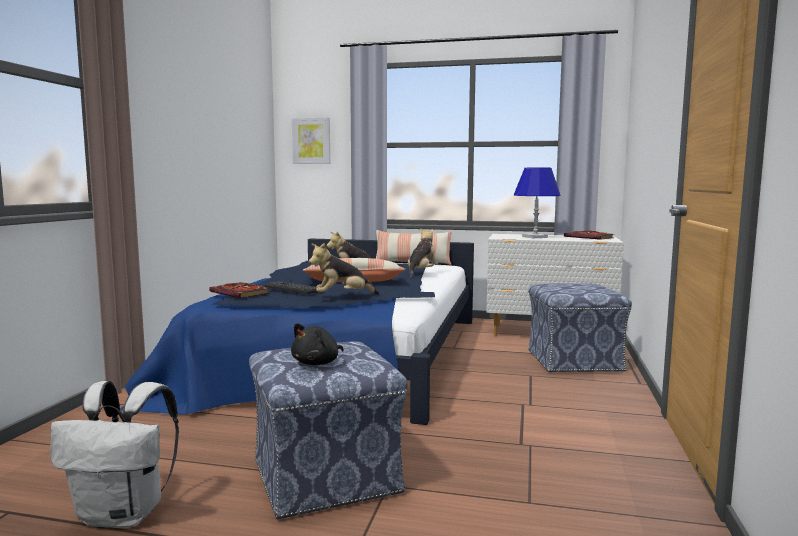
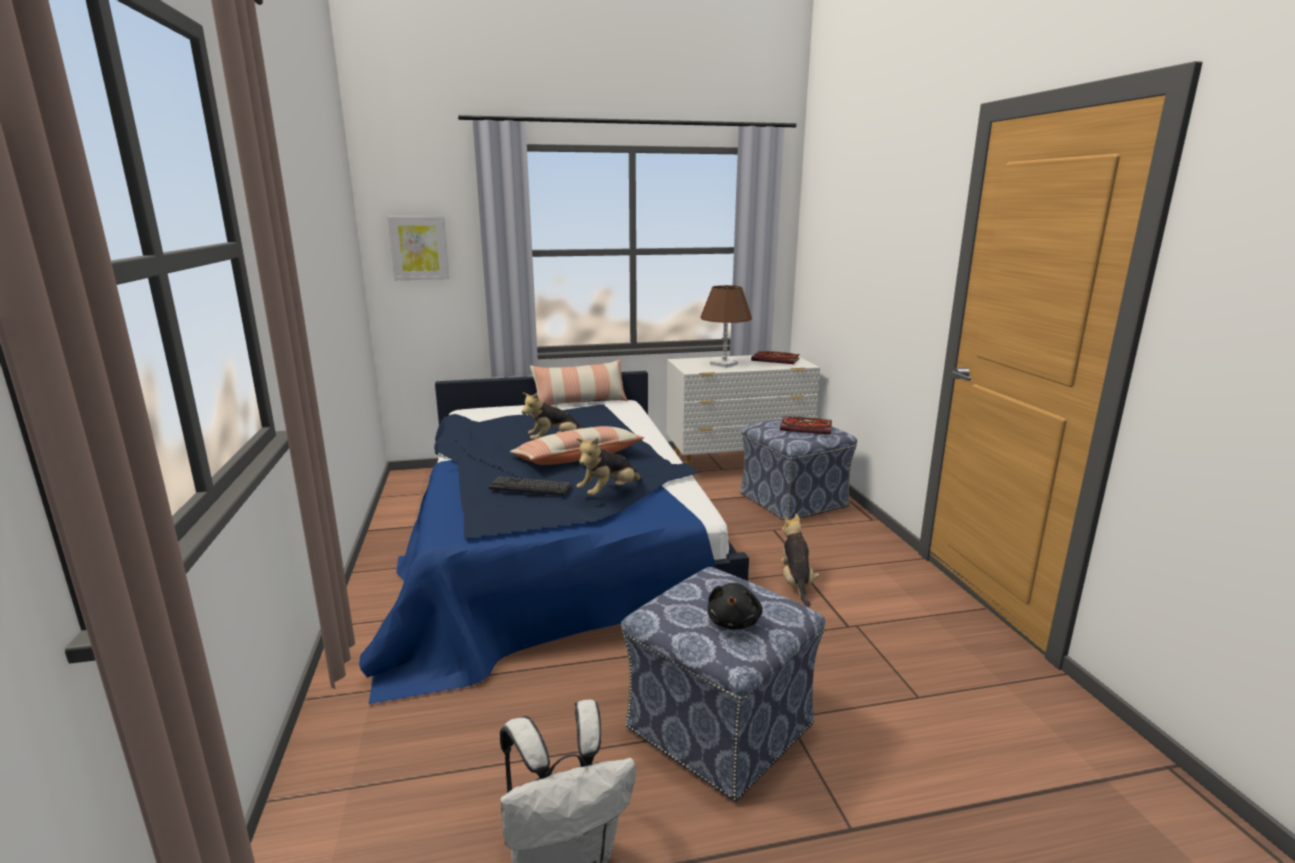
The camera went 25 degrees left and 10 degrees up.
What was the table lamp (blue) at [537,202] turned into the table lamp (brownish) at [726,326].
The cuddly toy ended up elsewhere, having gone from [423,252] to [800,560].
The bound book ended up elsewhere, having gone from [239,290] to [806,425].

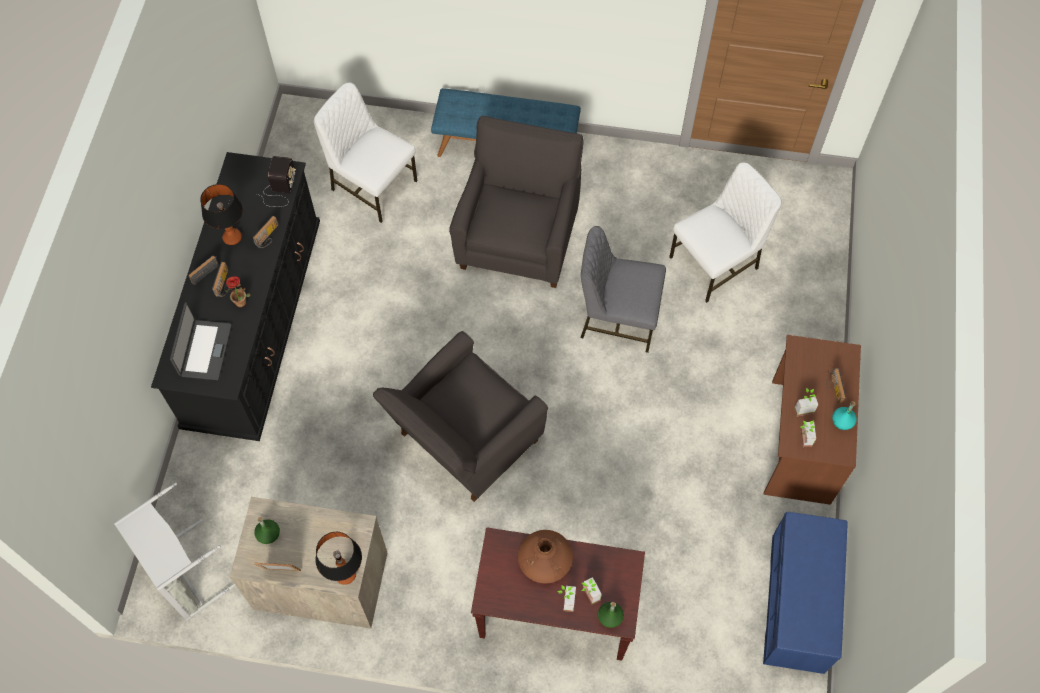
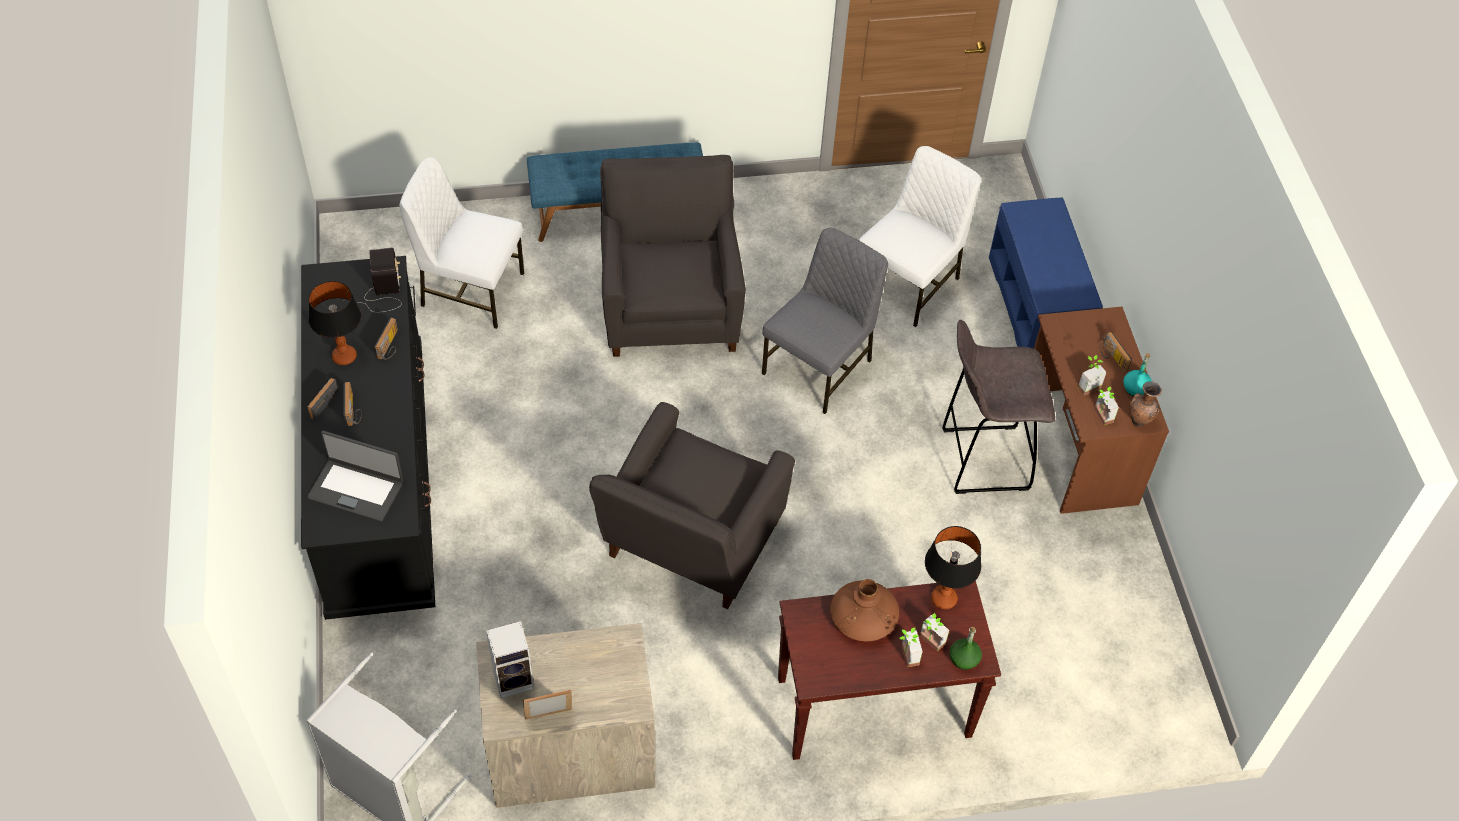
The camera went 20 degrees left and 10 degrees down.
The chair (greyish) at [623,289] ended up facing another way, 135 degrees clockwise from before.
The second view lost the houseplant at [238,291].
The portable computer at [201,341] ended up facing another way, 120 degrees clockwise from before.
The indoor bench (blue) ended up elsewhere, having gone from [805,593] to [1046,273].
Where the bottle (green) stood at [267,530], the loudspeaker came to stand at [510,659].
The table lamp ended up elsewhere, having gone from [339,558] to [953,567].
The second view gained the stool (greyish) at [998,407].
The second view gained the decorative vase (brownish) at [1145,404].

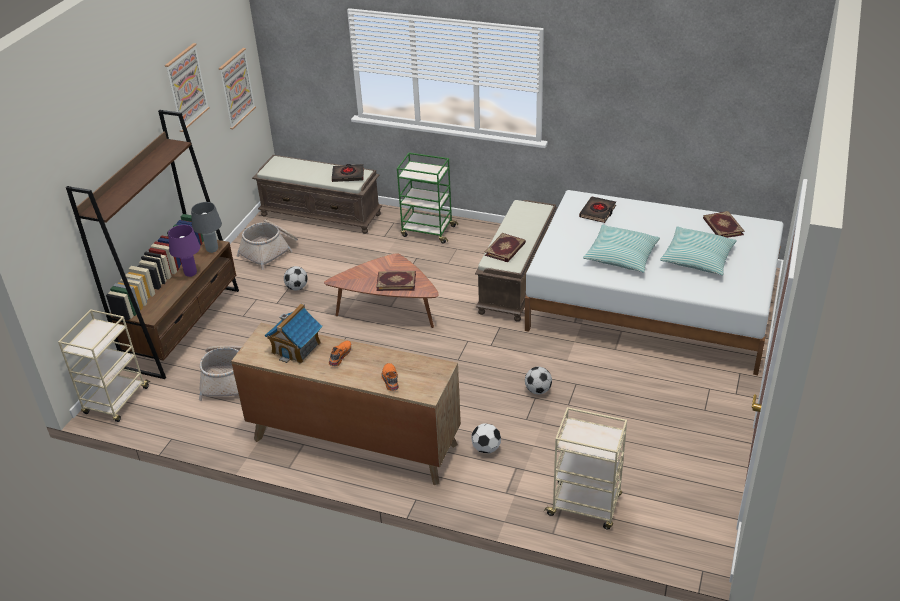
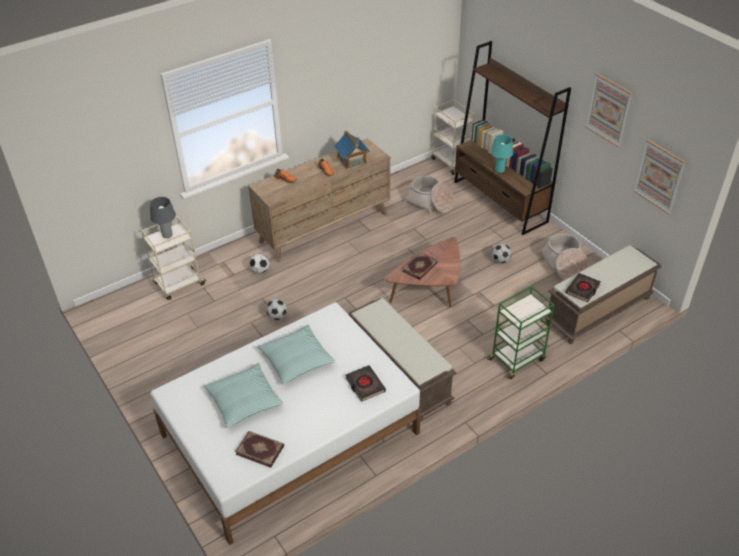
The camera went 125 degrees right and 5 degrees up.
The table lamp (greyish) ended up elsewhere, having gone from [206,227] to [163,217].
What was the table lamp (purple) at [184,251] turned into the table lamp (turquoise-coloured) at [502,153].
The second view lost the bound book at [505,247].

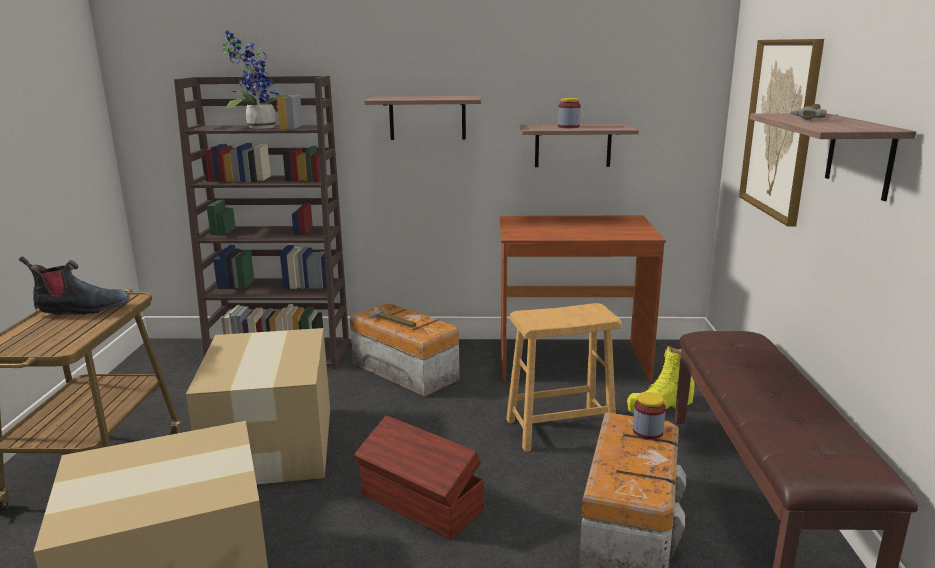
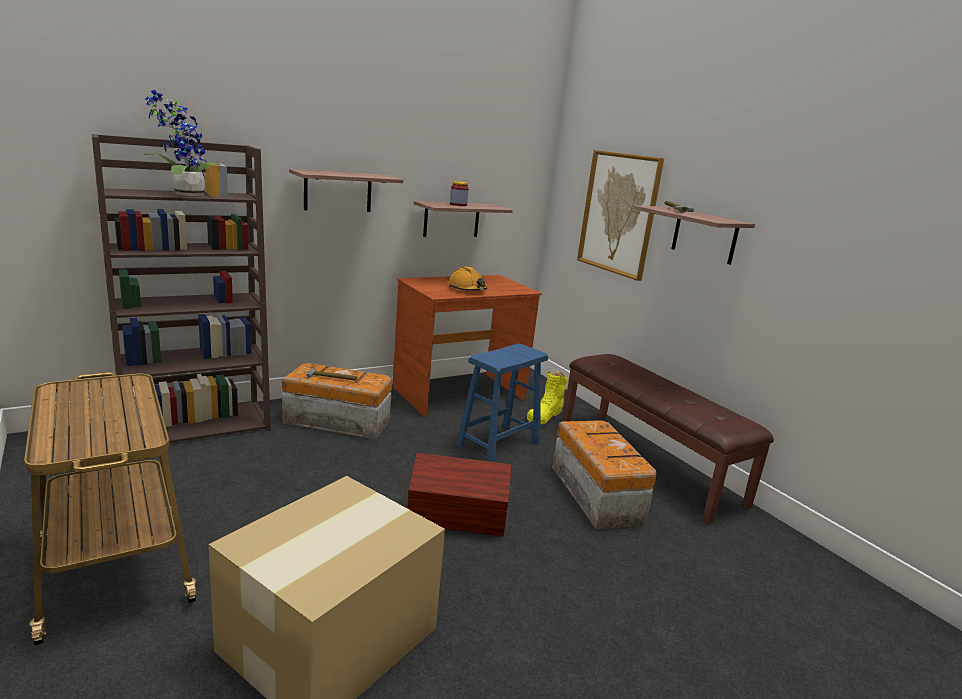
The camera went 35 degrees left and 0 degrees up.
The second view lost the tall boot at [74,285].
What was the stool (brownish) at [564,377] turned into the stool (blue) at [502,403].
The second view lost the carton at [258,406].
The second view lost the storage jar at [649,415].
The second view gained the safety helmet (orangey) at [467,278].

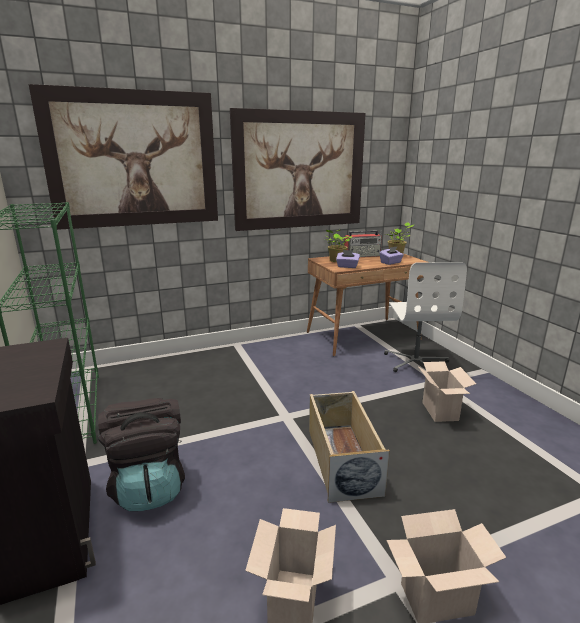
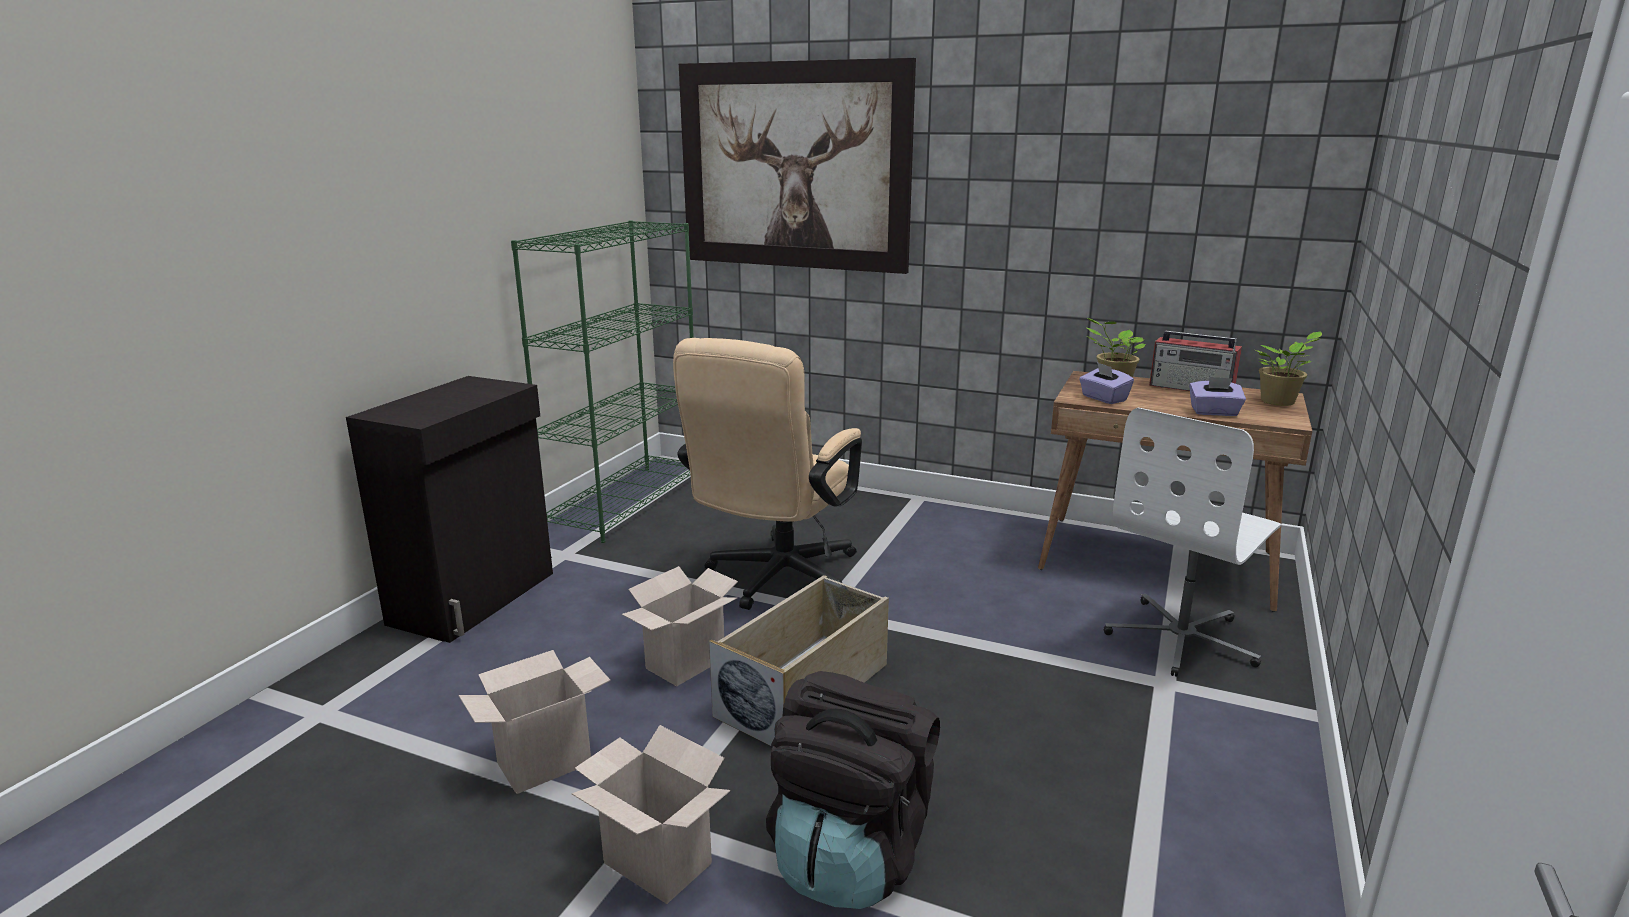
The camera went 45 degrees right and 0 degrees up.
The second view lost the wall picture at [298,169].
The carton ended up elsewhere, having gone from [447,391] to [680,626].
The rucksack (blackish) ended up elsewhere, having gone from [141,454] to [853,790].
The second view gained the computer chair (beige) at [767,474].

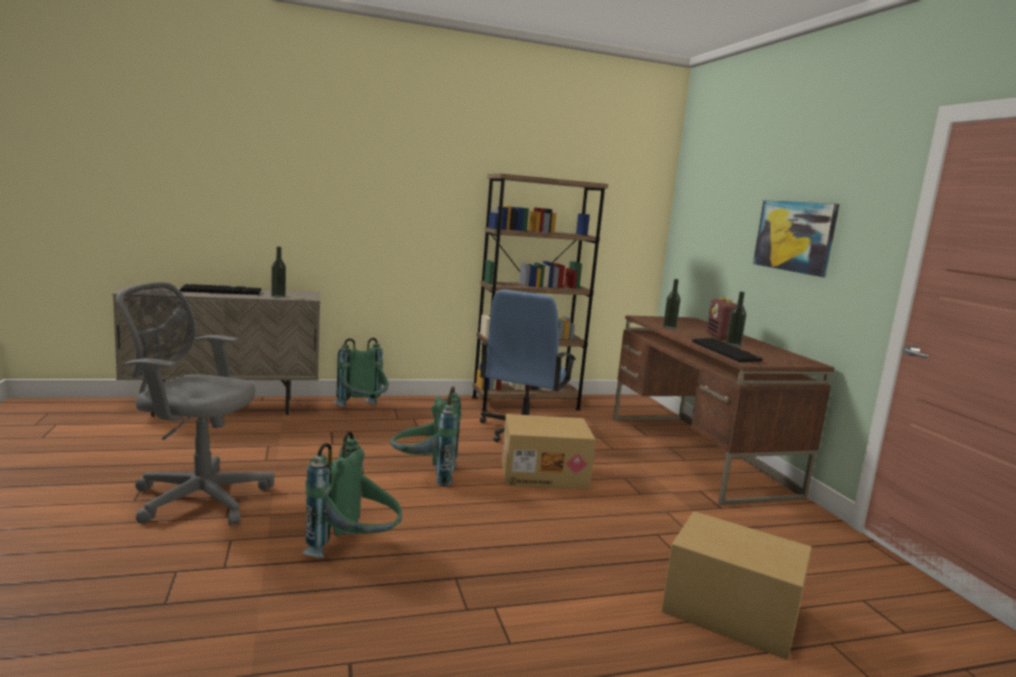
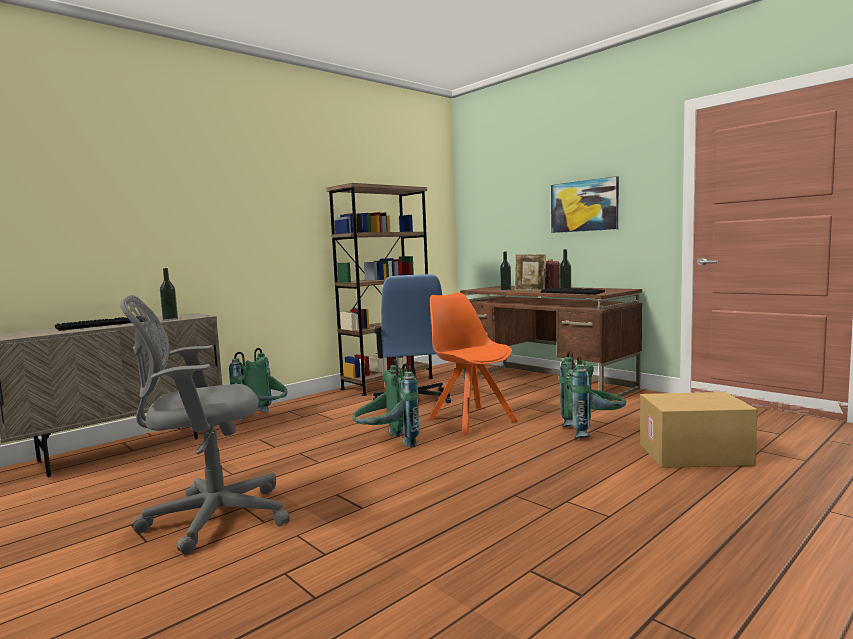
The camera went 25 degrees left and 5 degrees down.
Where the carton stood at [549,452], the chair (orangey) came to stand at [473,363].
The rucksack (green) ended up elsewhere, having gone from [352,494] to [592,394].
The second view gained the photo frame at [530,272].

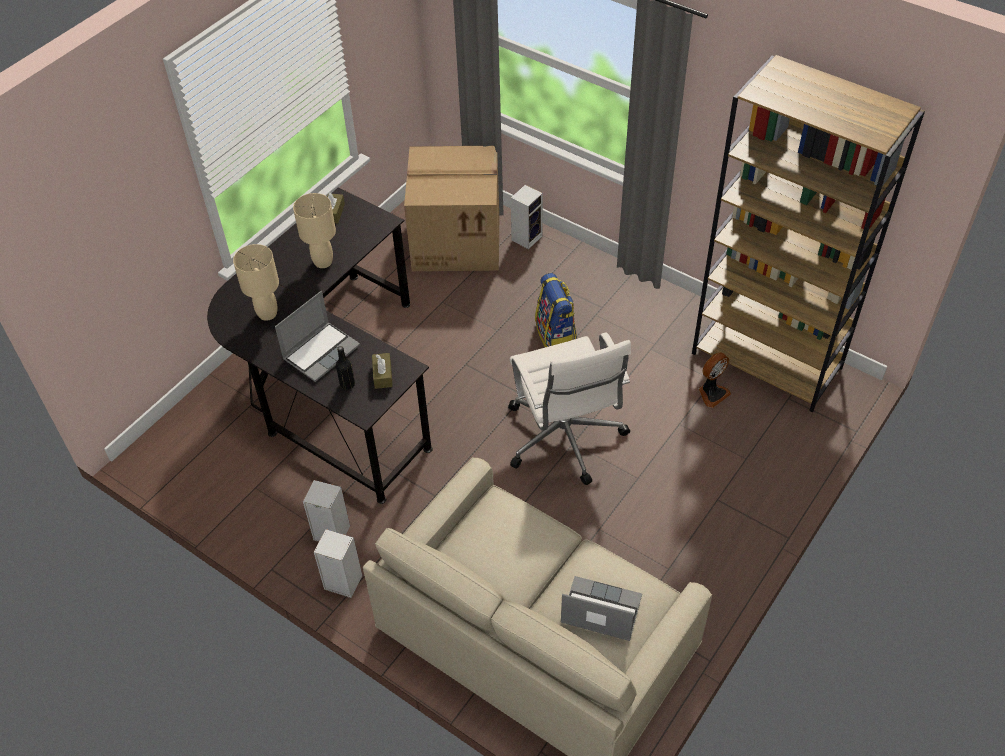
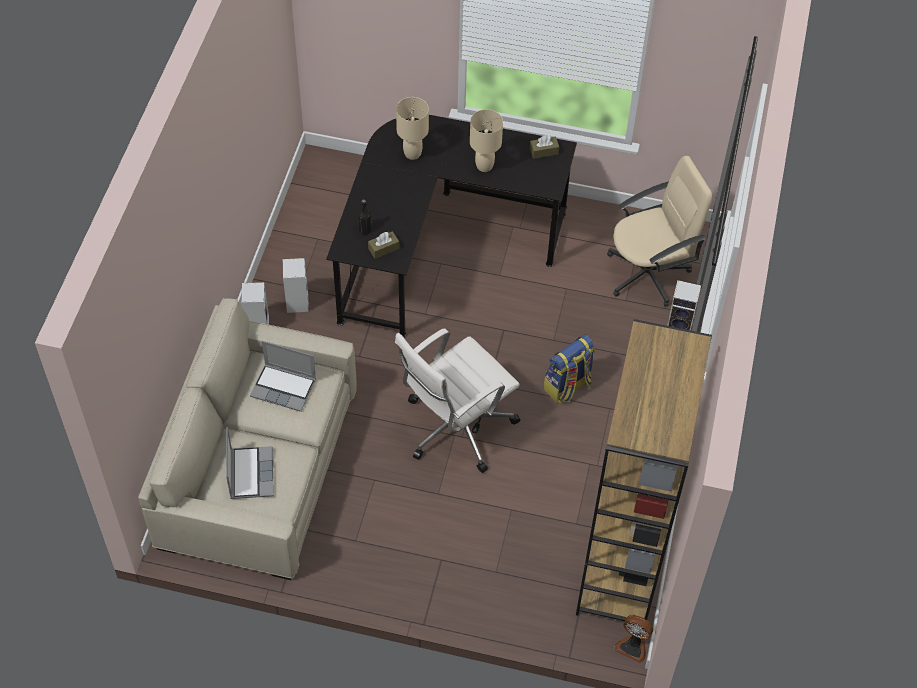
The camera went 65 degrees right and 5 degrees up.
Where the carton stood at [452,208], the computer chair (beige) came to stand at [659,231].
The portable computer ended up elsewhere, having gone from [317,336] to [283,376].
The cooling fan ended up elsewhere, having gone from [715,380] to [634,639].

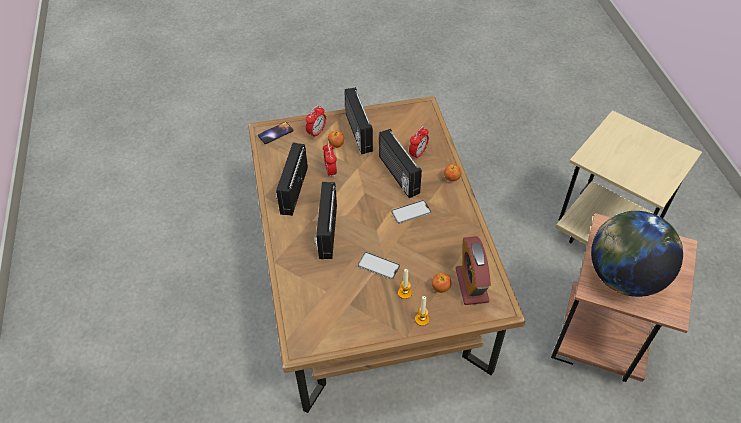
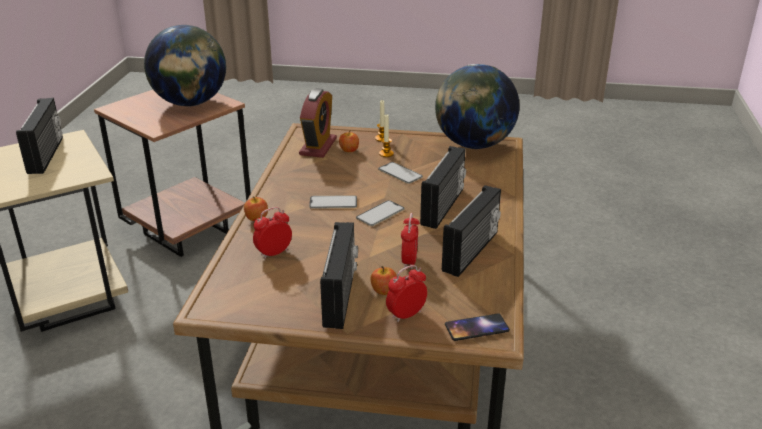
The camera went 160 degrees left and 20 degrees down.
The radio receiver ended up elsewhere, having gone from [400,163] to [39,136].
The second view gained the globe at [477,106].
The second view gained the phone at [380,213].

